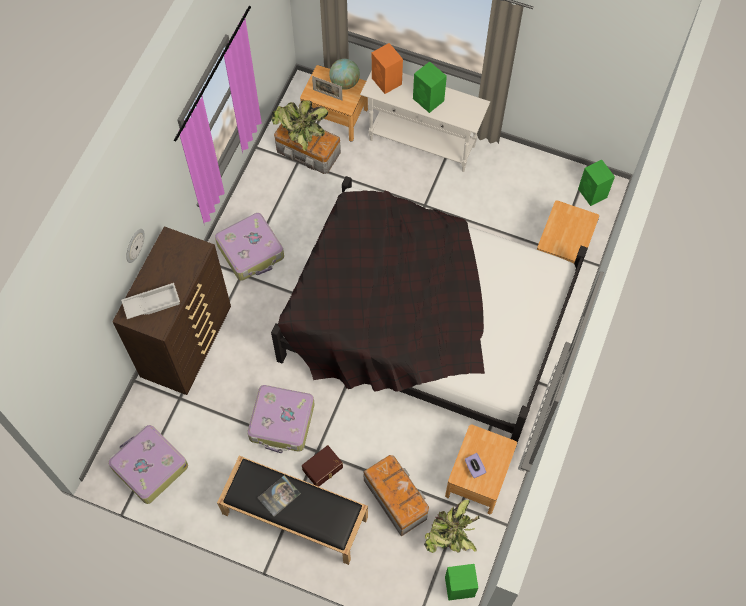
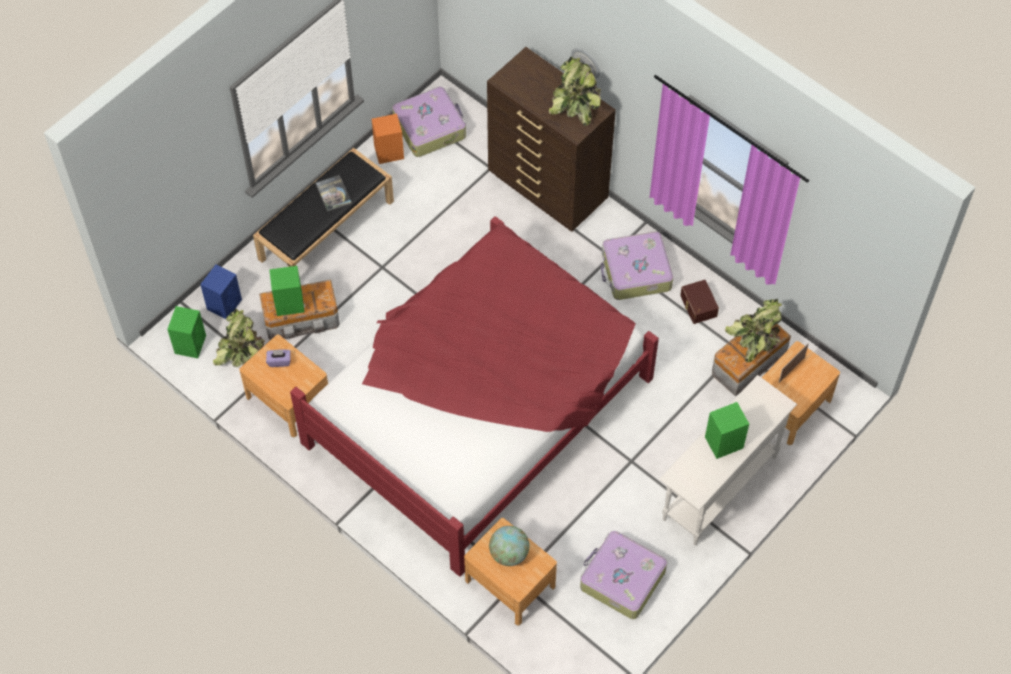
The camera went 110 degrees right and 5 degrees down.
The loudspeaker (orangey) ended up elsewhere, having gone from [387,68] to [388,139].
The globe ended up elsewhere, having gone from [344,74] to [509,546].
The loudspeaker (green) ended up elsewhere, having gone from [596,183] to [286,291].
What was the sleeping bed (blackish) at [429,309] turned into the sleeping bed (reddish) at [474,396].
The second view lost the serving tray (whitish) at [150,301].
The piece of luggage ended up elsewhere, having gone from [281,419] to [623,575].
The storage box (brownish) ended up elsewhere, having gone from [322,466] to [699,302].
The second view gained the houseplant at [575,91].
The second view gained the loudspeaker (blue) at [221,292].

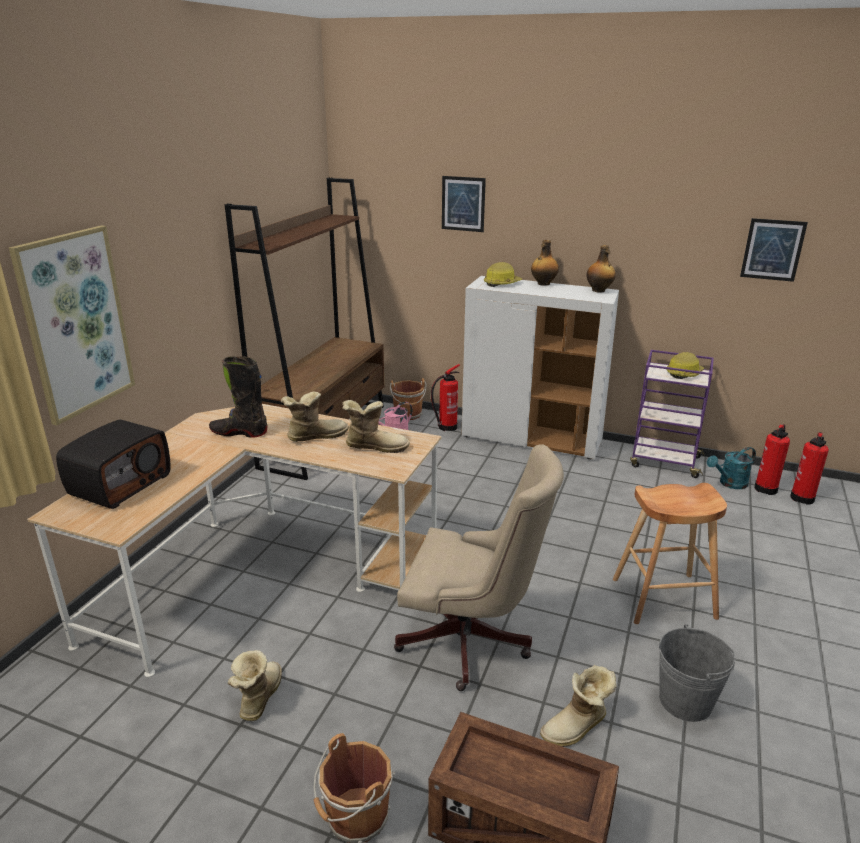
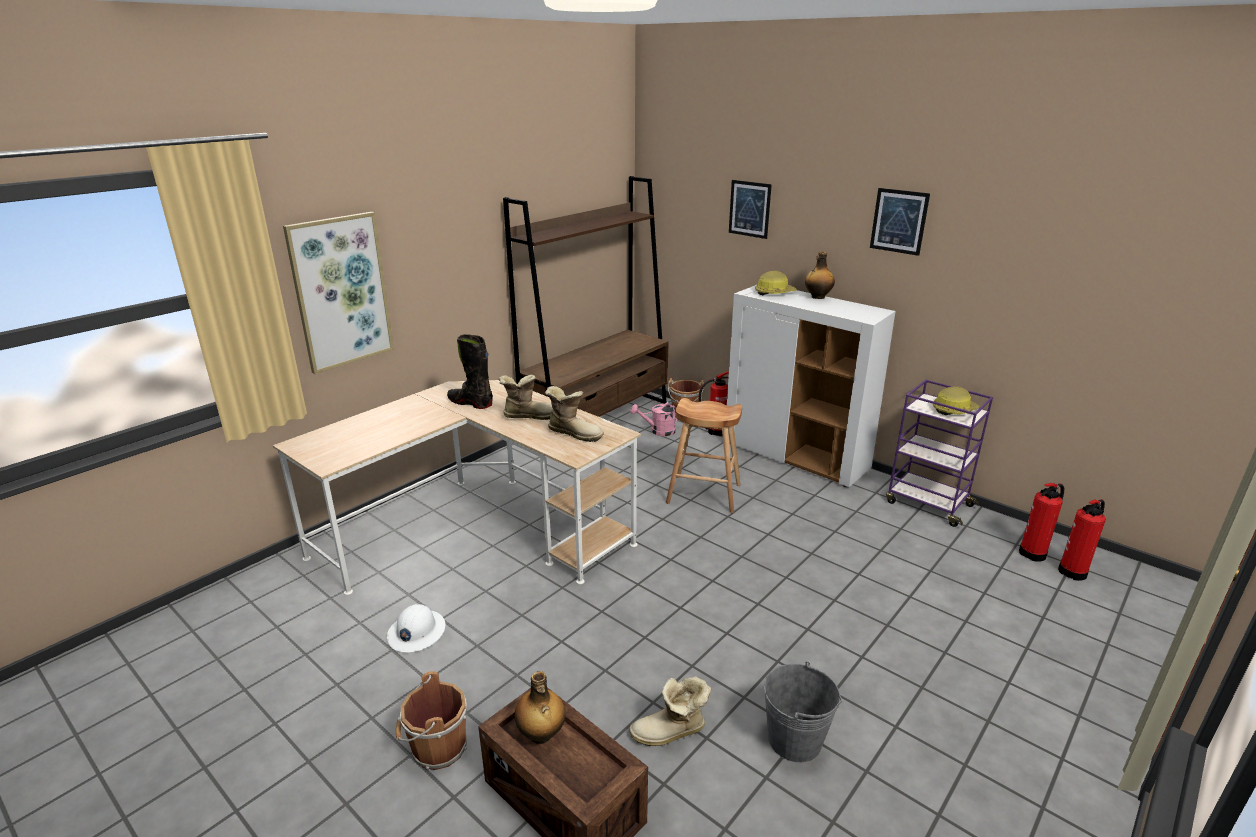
The camera went 20 degrees right and 0 degrees up.
The wall picture ended up elsewhere, having gone from [774,250] to [900,222].
The bottle ended up elsewhere, having gone from [601,268] to [540,707].
The second view lost the radio receiver at [113,464].
The second view lost the computer chair (beige) at [479,567].
The second view lost the sprinkling can (turquoise-coloured) at [731,468].
The stool (brownish) ended up elsewhere, having gone from [670,553] to [704,455].
Where the tall boot stood at [255,685], the safety helmet (whitish) came to stand at [416,628].

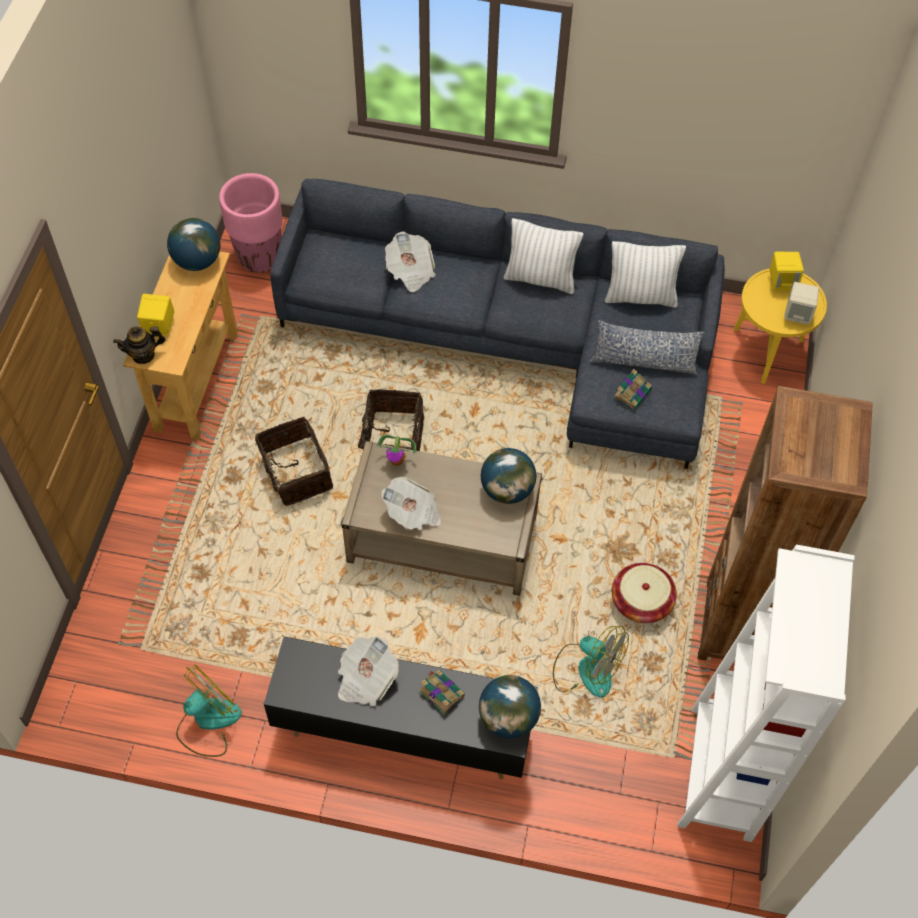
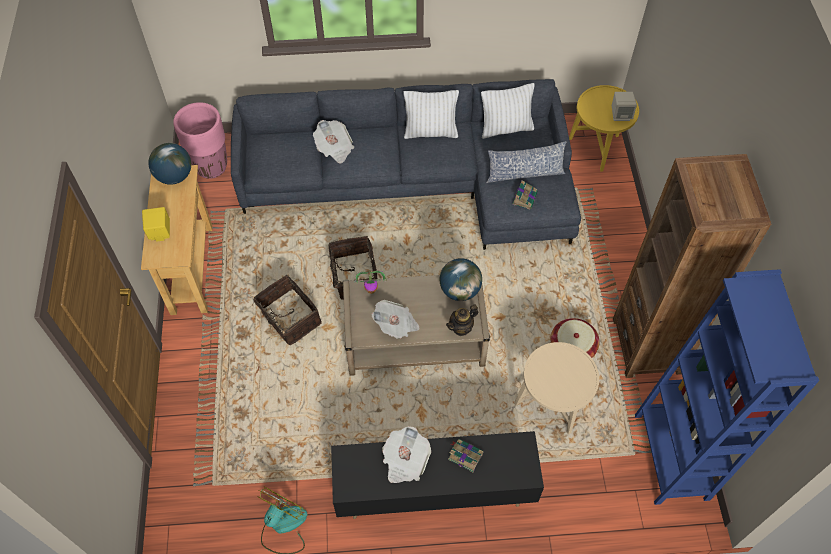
The camera went 15 degrees left and 0 degrees up.
The second view lost the loudspeaker (yellowish) at [787,271].
The tea pot ended up elsewhere, having gone from [139,345] to [462,320].
What was the bookcase (whitish) at [766,693] turned into the bookcase (blue) at [727,387].
Where the cooling fan stood at [591,662], the side table (beige) came to stand at [556,388].
The second view lost the globe at [510,706].

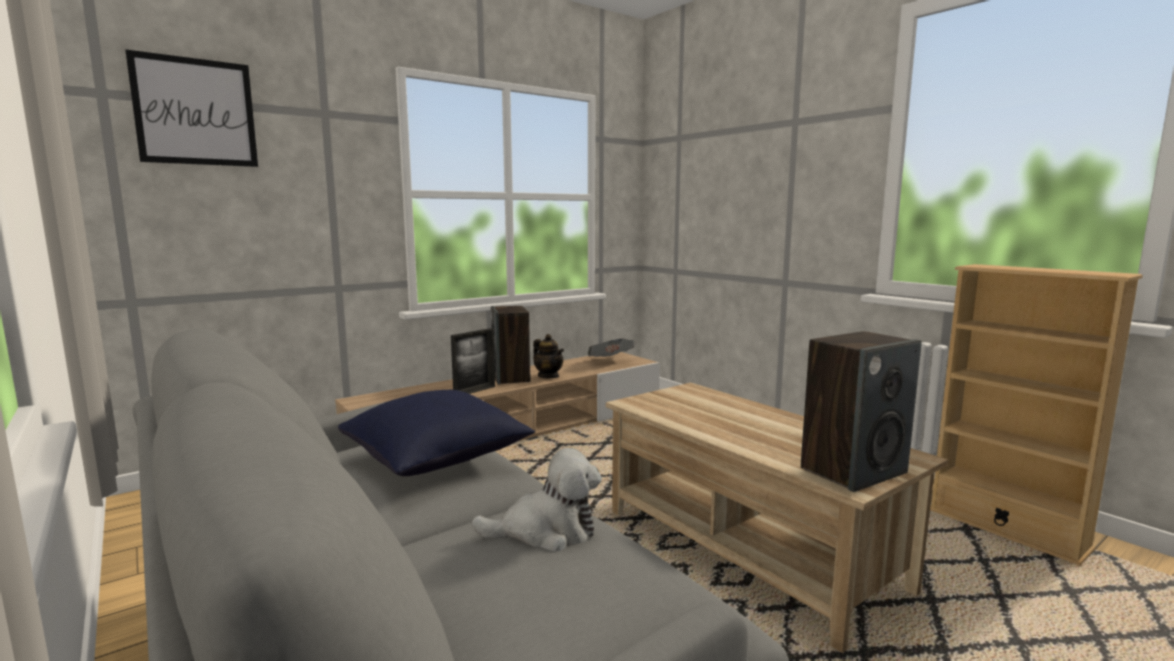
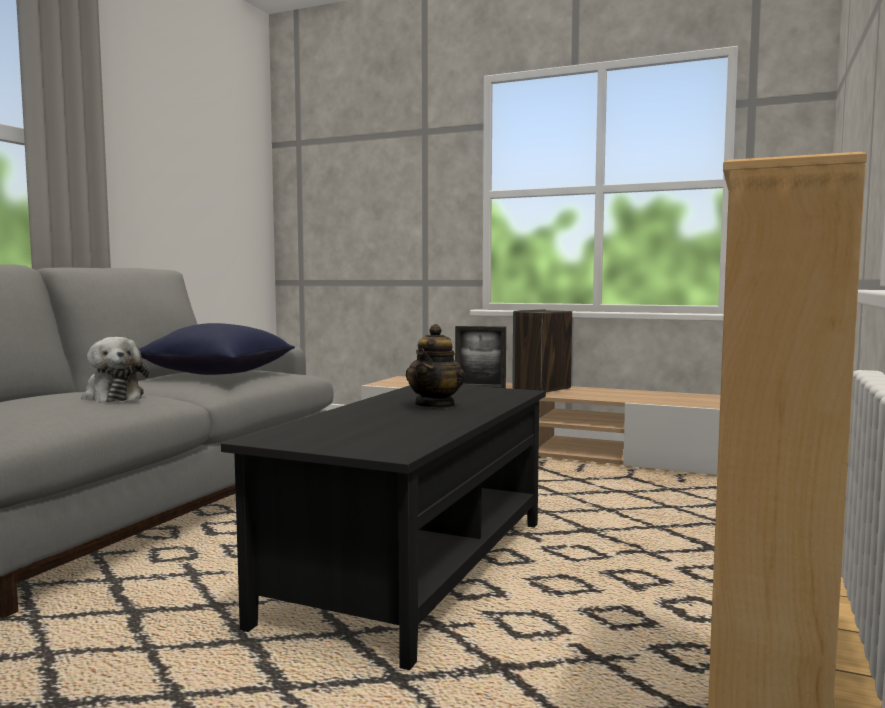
The camera went 60 degrees right and 5 degrees down.
The second view lost the wall picture at [191,108].
The second view lost the loudspeaker at [861,411].
The tea pot ended up elsewhere, having gone from [548,356] to [435,366].
The second view lost the newspaper at [610,348].
What was the coffee table (beige) at [777,518] turned into the coffee table (blackish) at [383,527].

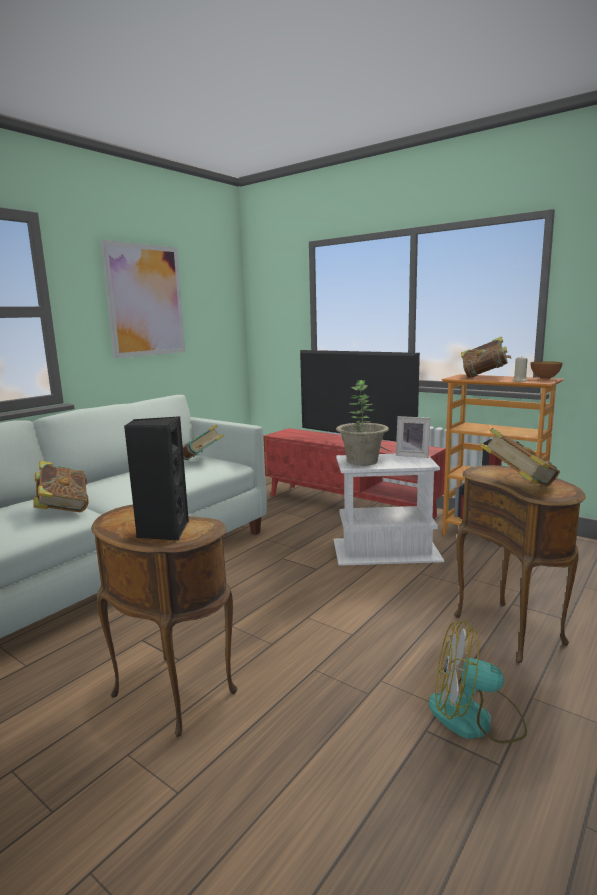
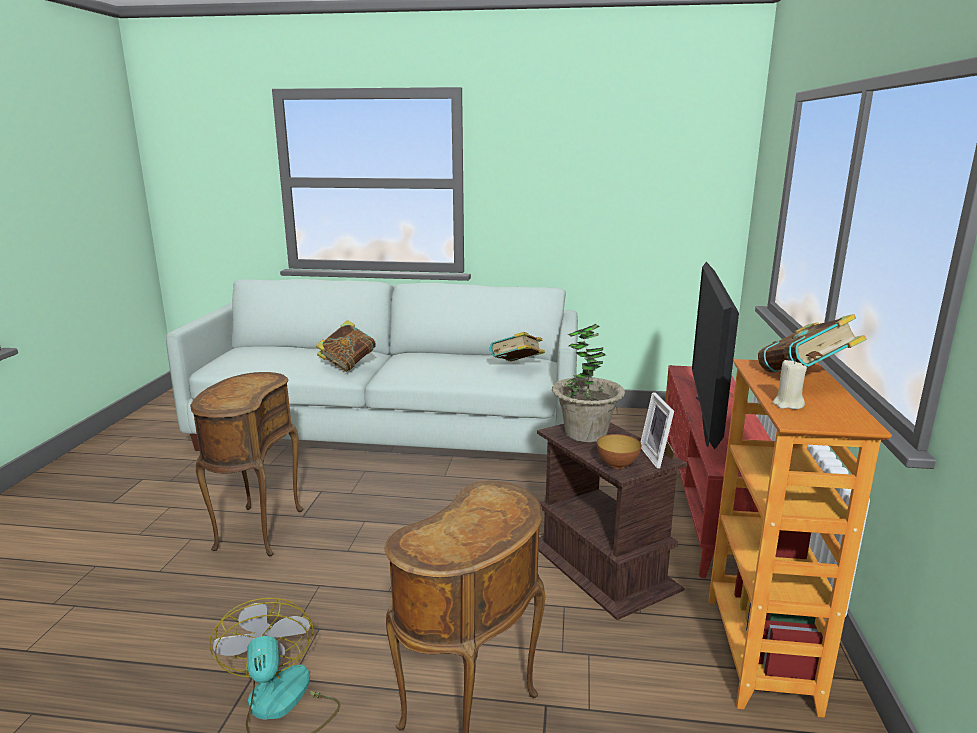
The camera went 60 degrees right and 5 degrees up.
The second view lost the wall picture at [143,299].
The serving bowl ended up elsewhere, having gone from [547,370] to [619,451].
The second view lost the loudspeaker (blackish) at [156,478].
The second view lost the bound book at [519,457].
What was the side table (whitish) at [389,510] turned into the side table (brownish) at [612,521].

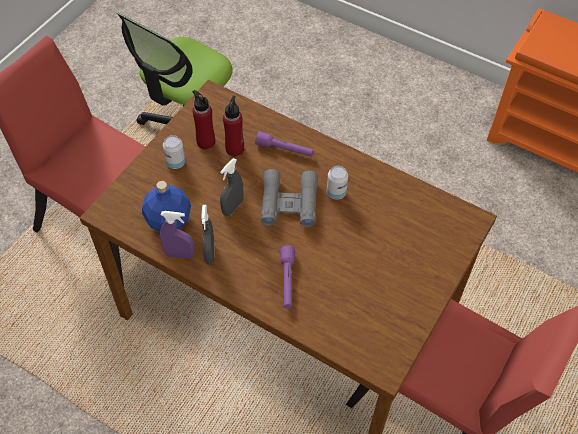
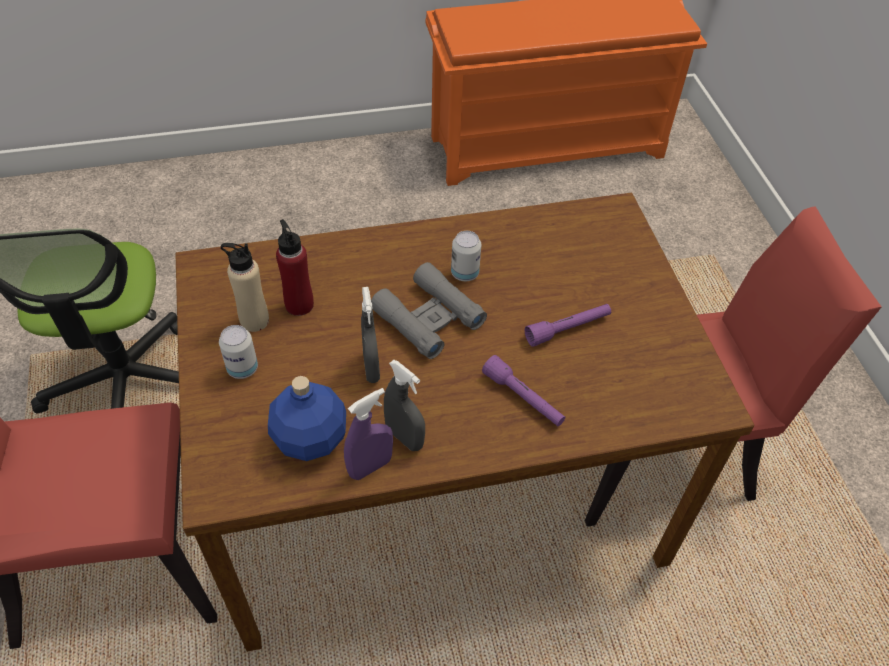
The camera went 45 degrees left and 5 degrees down.
What was the bottle (reddish) at [203,119] turned into the bottle (beige) at [245,287].
The torch (purple) ended up elsewhere, having gone from [284,144] to [568,325].

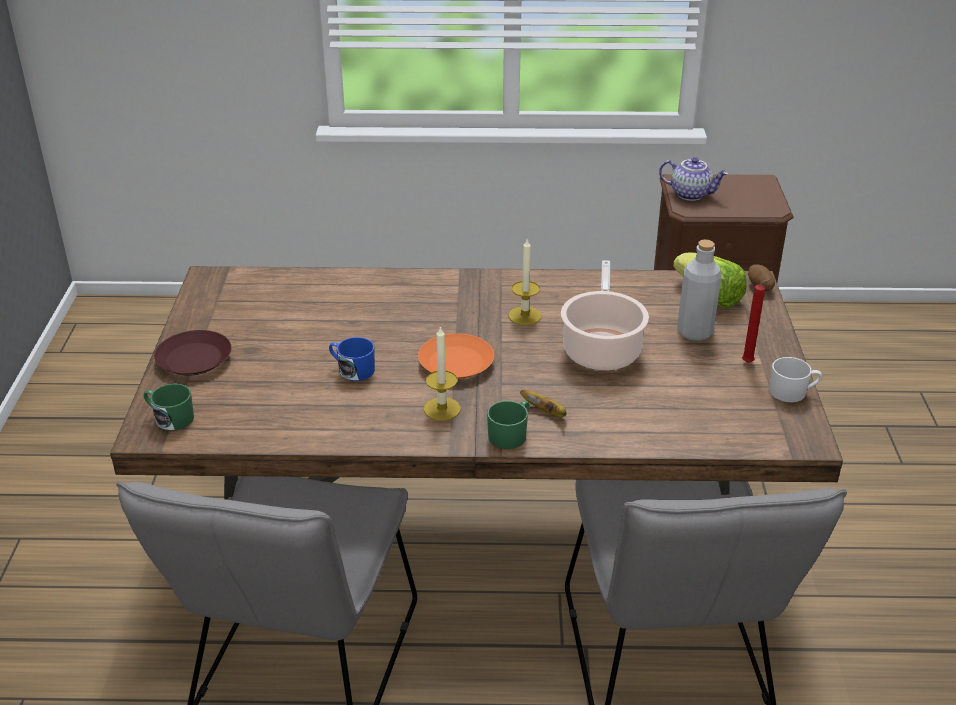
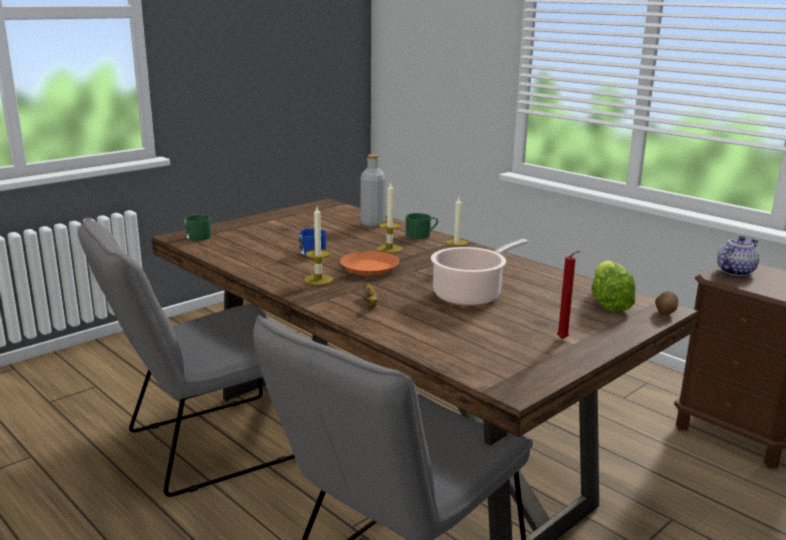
The camera went 45 degrees right and 15 degrees down.
The tea pot at [693,179] ended up facing another way, 105 degrees counterclockwise from before.
The bottle (greyish) ended up elsewhere, having gone from [699,290] to [373,190].
The second view lost the flat dish (brownish) at [193,353].
The second view lost the coffee mug (whitish) at [795,379].
The coffee mug (green) ended up elsewhere, having gone from [508,424] to [422,226].
The second view gained the wax light at [389,217].

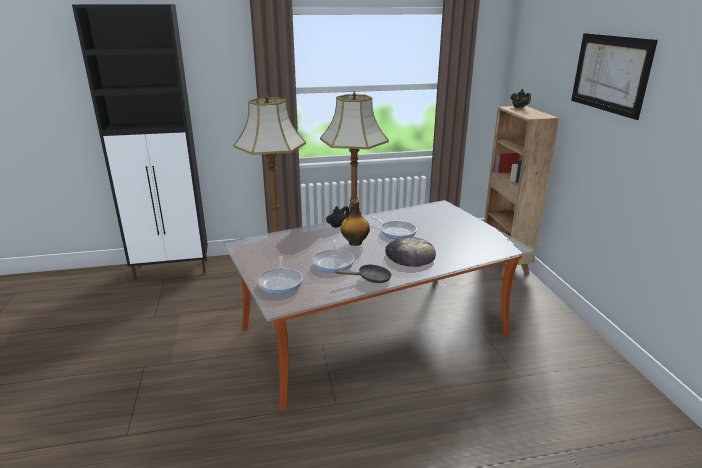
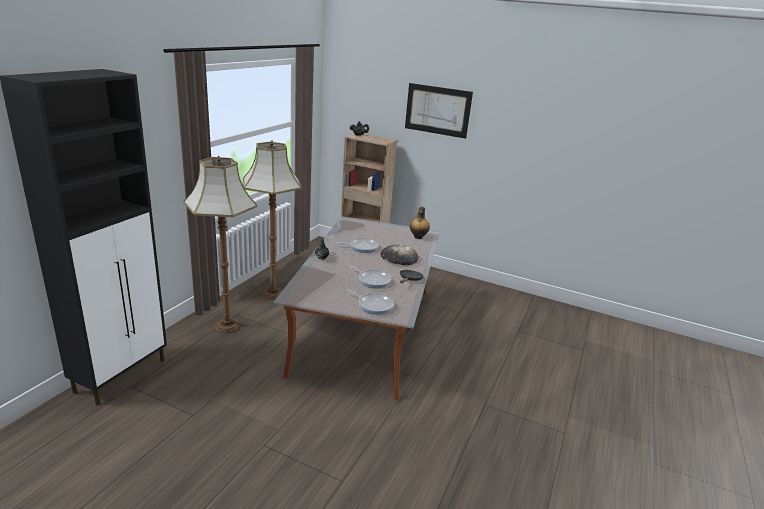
The camera went 55 degrees left and 0 degrees up.
The bottle ended up elsewhere, having gone from [355,222] to [420,222].

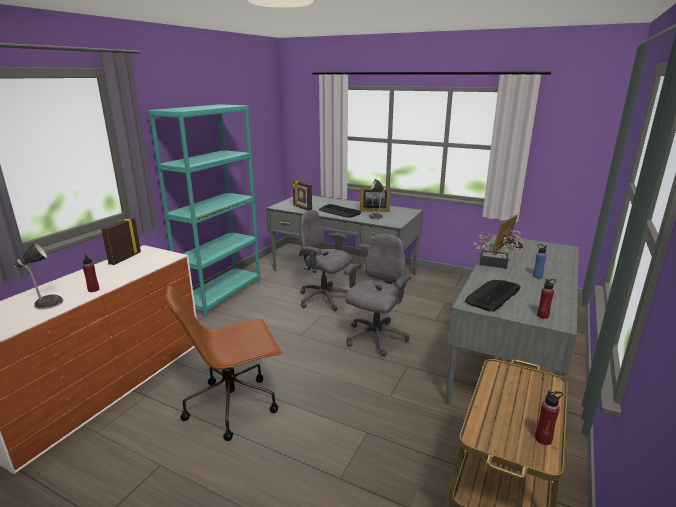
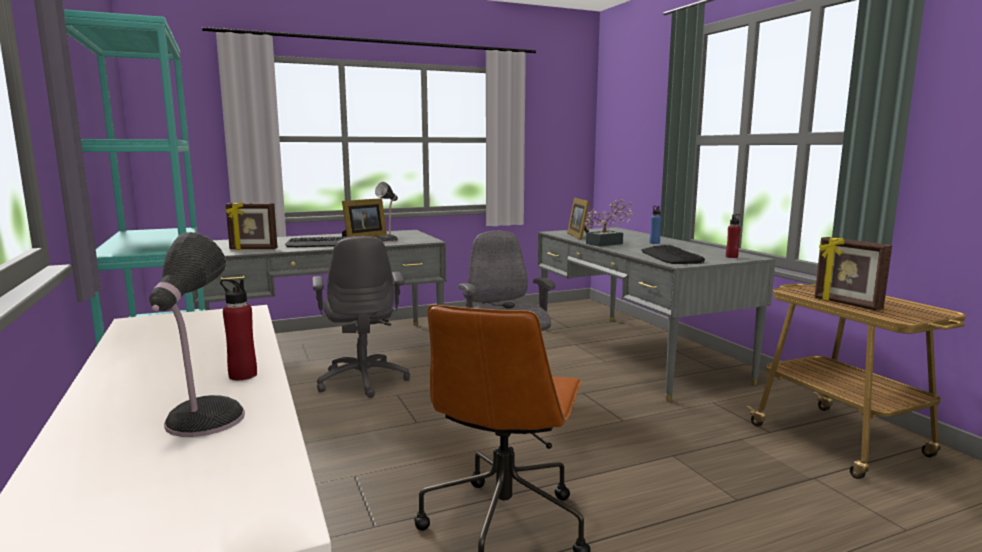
The camera went 50 degrees left and 10 degrees down.
The computer chair (greyish) at [325,260] ended up facing another way, 90 degrees counterclockwise from before.
The photo frame ended up elsewhere, having gone from [121,241] to [853,274].
The second view lost the bottle (reddish) at [549,417].

